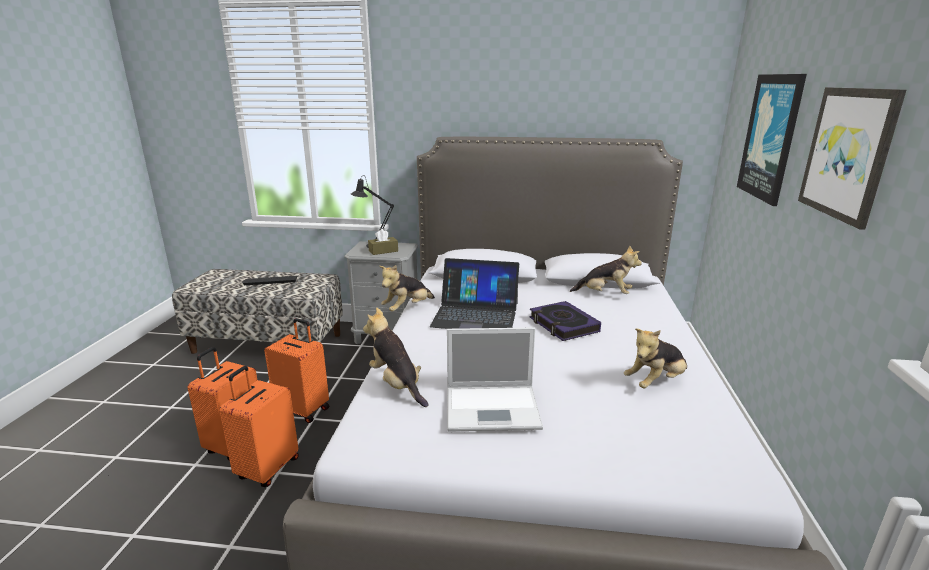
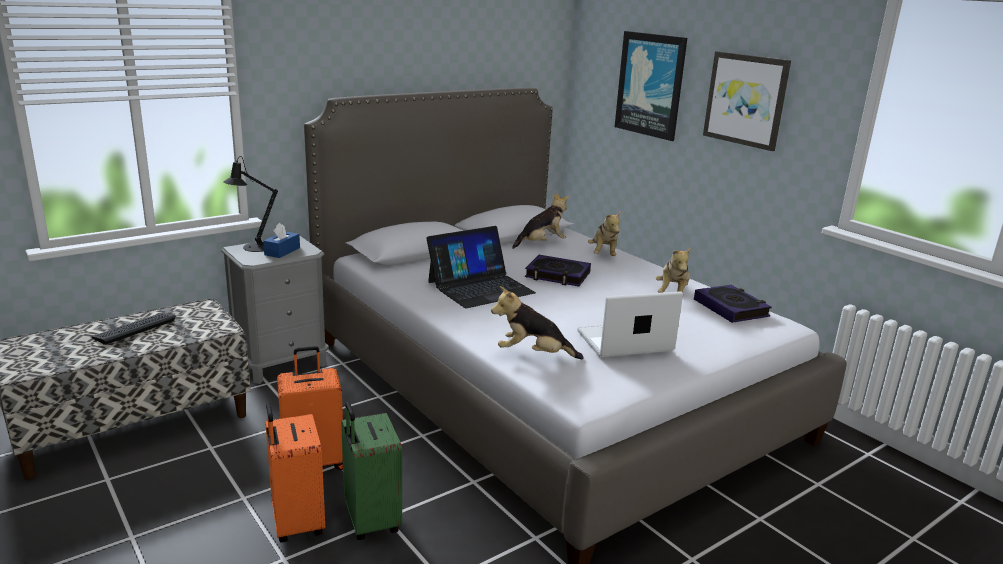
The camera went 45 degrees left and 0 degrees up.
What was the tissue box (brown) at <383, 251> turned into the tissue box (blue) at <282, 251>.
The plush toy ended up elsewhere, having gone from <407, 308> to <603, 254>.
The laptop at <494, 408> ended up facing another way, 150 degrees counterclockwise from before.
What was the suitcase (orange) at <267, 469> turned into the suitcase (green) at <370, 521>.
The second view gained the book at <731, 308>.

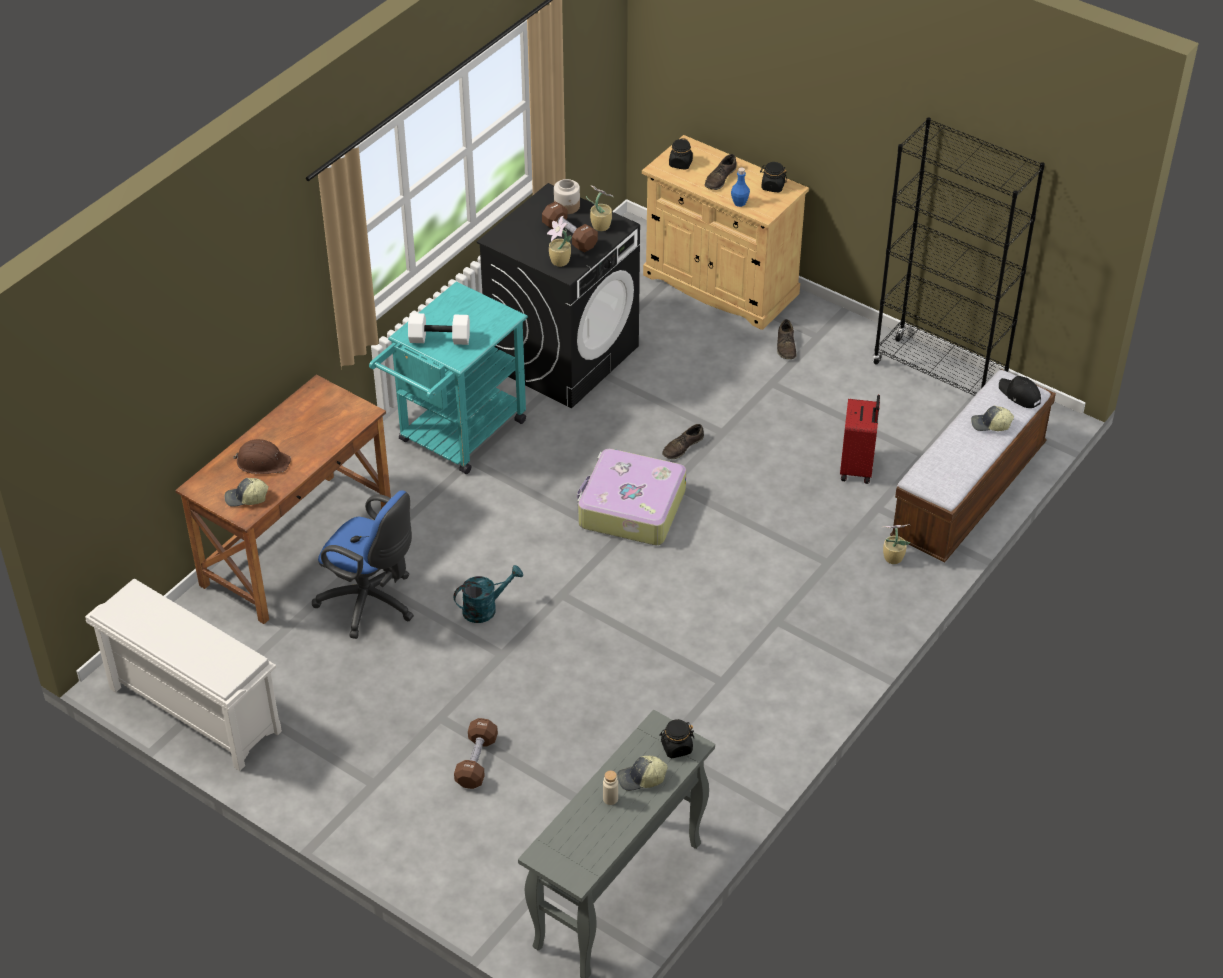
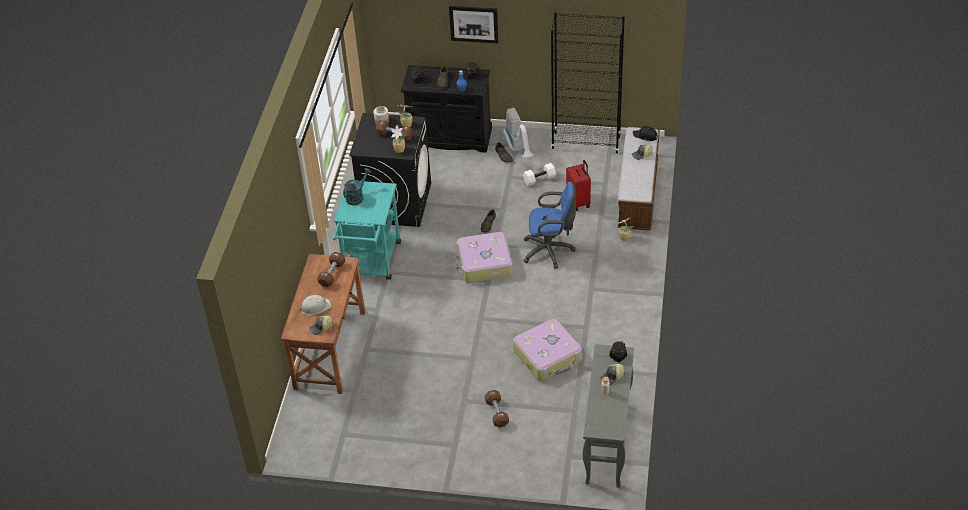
The camera went 25 degrees left and 0 degrees up.
What was the cabinet (beige) at <720, 285> turned into the cabinet (black) at <450, 137>.
The dumbbell (white) ended up elsewhere, having gone from <439, 339> to <539, 180>.
What was the hard hat (brown) at <262, 462> turned into the hard hat (white) at <315, 307>.
The office chair (blue) ended up elsewhere, having gone from <372, 603> to <550, 251>.
The watering can (turquoise) ended up elsewhere, having gone from <485, 608> to <357, 196>.
The second view lost the shoe rack (white) at <192, 710>.
The second view gained the picture at <473, 24>.
The second view gained the vacuum cleaner at <518, 149>.
The second view gained the dumbbell (brown) at <332, 274>.
The second view gained the suitcase at <548, 356>.

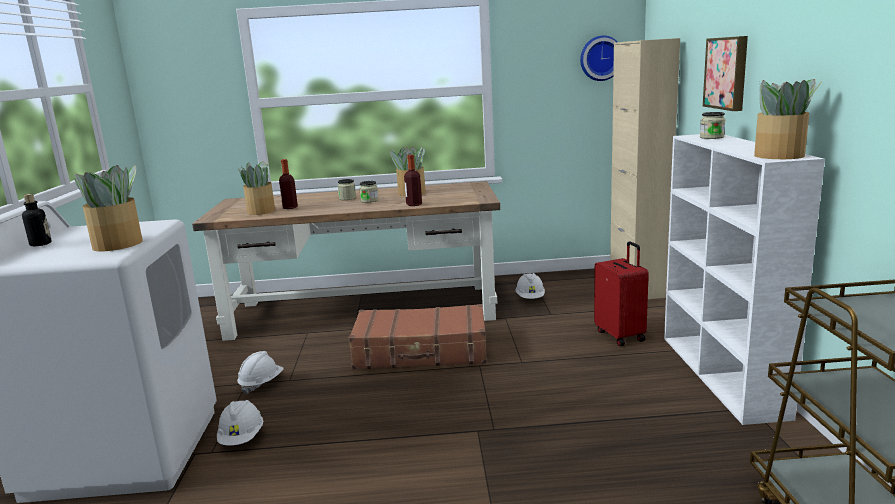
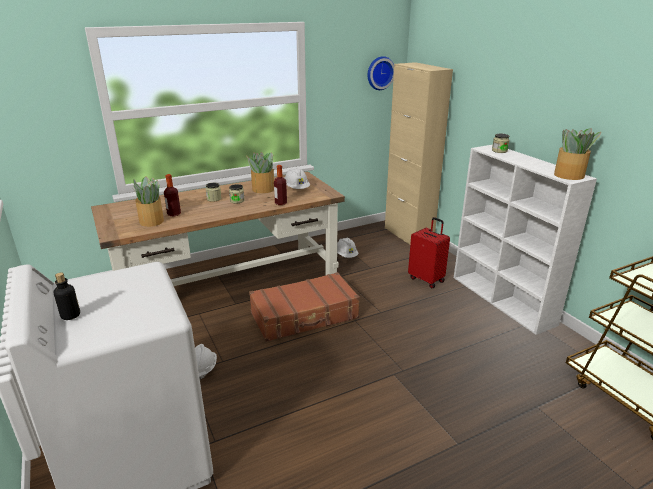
The camera went 25 degrees left and 10 degrees up.
The second view lost the picture at <727, 73>.
The second view lost the potted plant at <119, 244>.
The hard hat (white) ended up elsewhere, having gone from <242, 438> to <296, 189>.

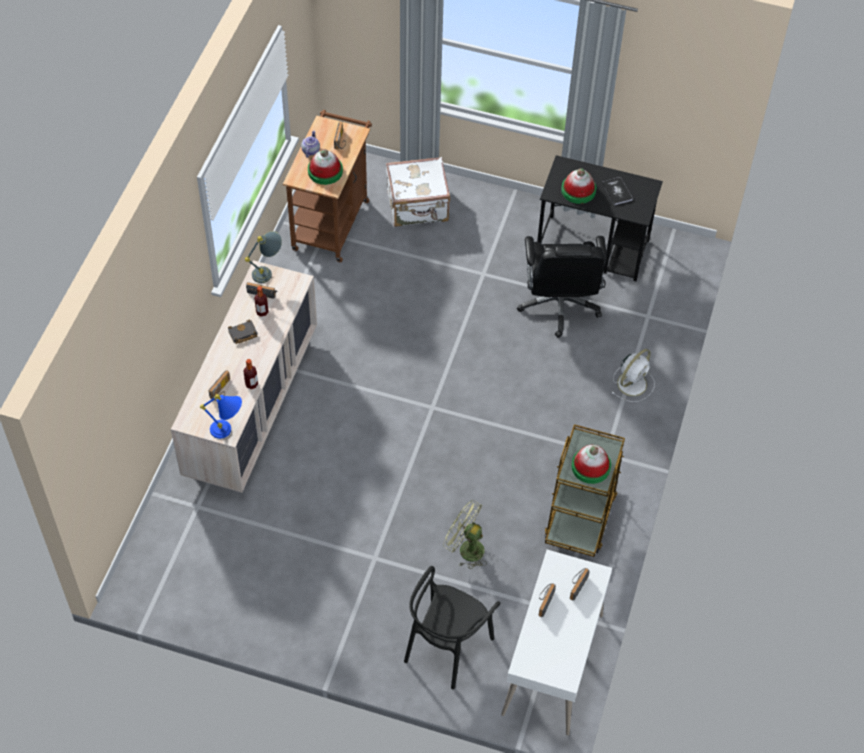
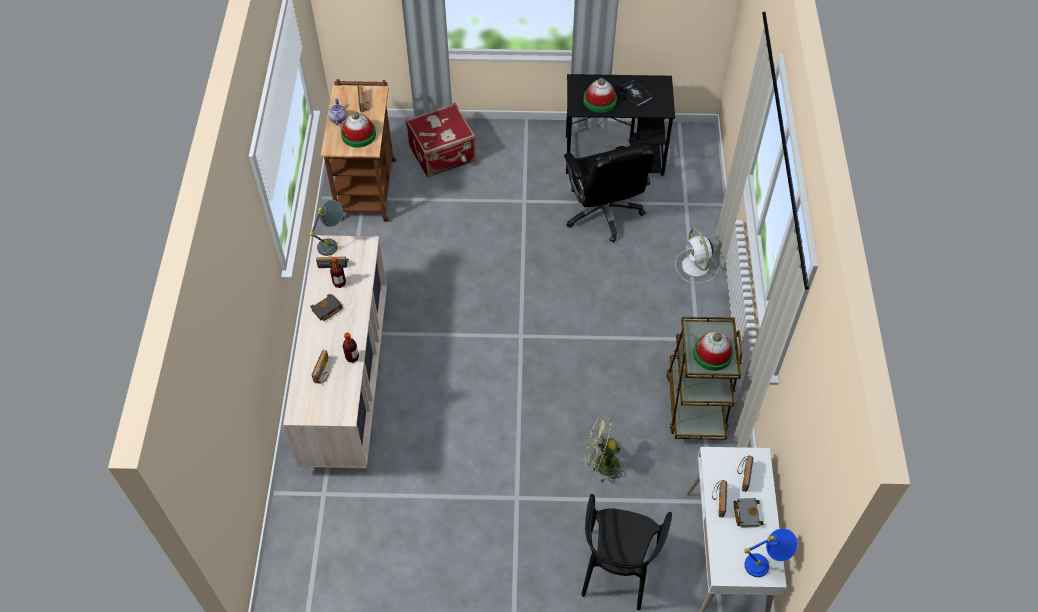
The camera went 15 degrees left and 0 degrees up.
What was the suitcase (white) at <418, 207> turned into the suitcase (red) at <443, 155>.
The fan (white) at <633, 383> ended up facing another way, 135 degrees clockwise from before.
The table lamp (blue) ended up elsewhere, having gone from <228, 431> to <765, 565>.
The second view gained the book (grey) at <746, 513>.

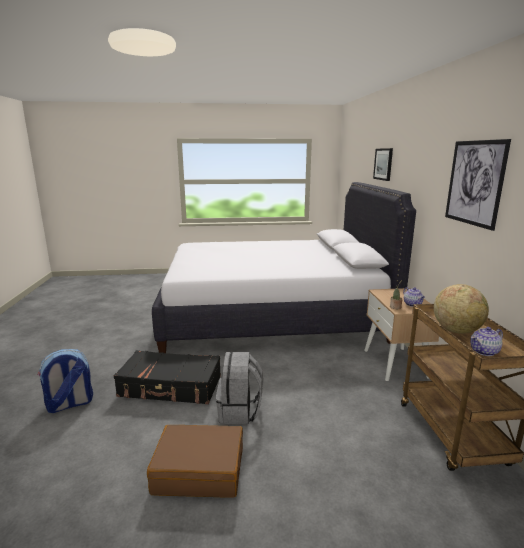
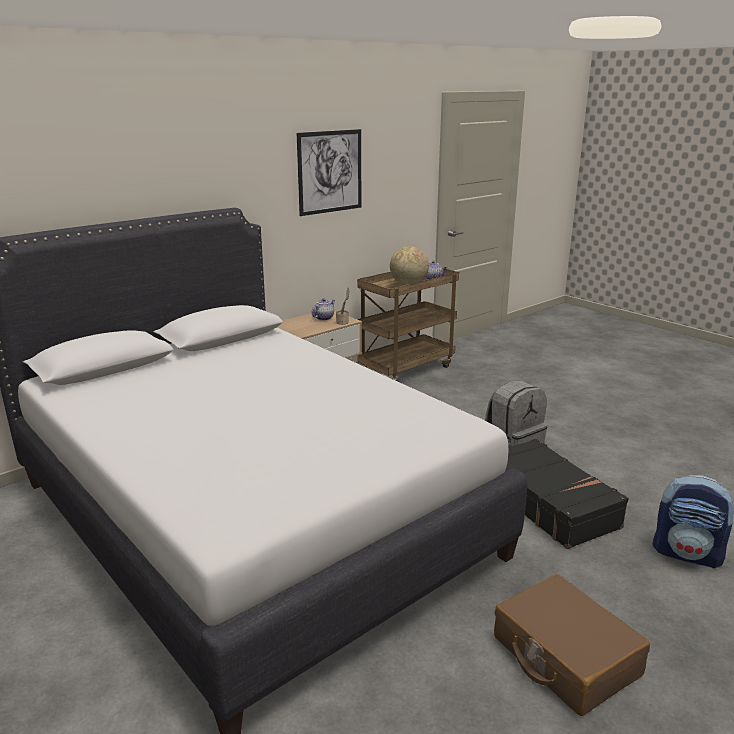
The camera went 125 degrees left and 5 degrees up.
The second view lost the picture at <383, 164>.
The suitcase (brown) ended up elsewhere, having gone from <199, 470> to <565, 656>.

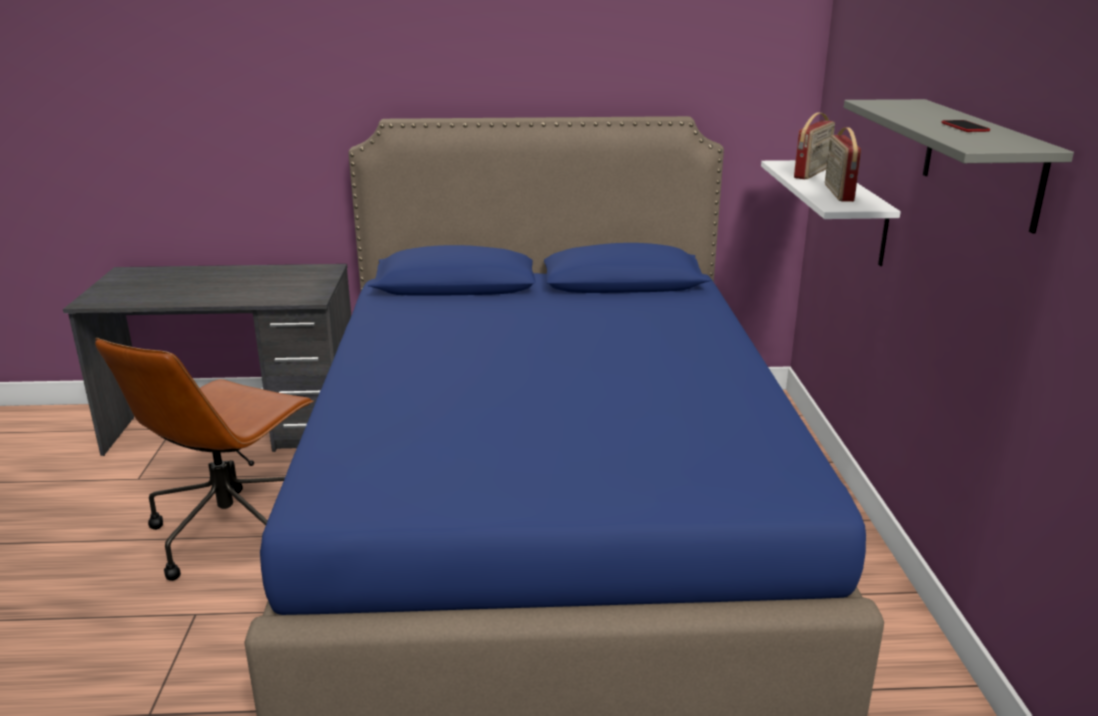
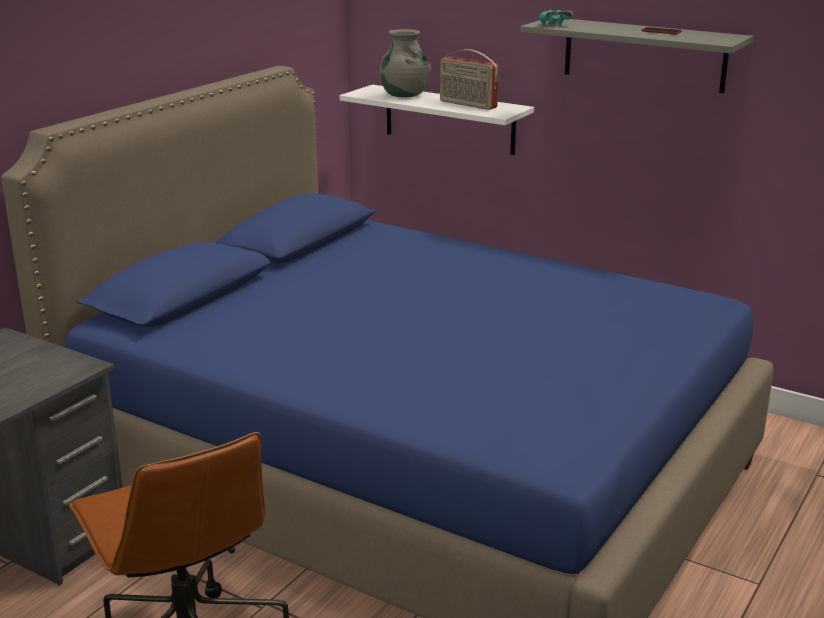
The camera went 55 degrees left and 0 degrees up.
Where the radio stood at <812, 173>, the vase (grey) came to stand at <404, 95>.
The second view gained the game controller (turquoise) at <554, 25>.

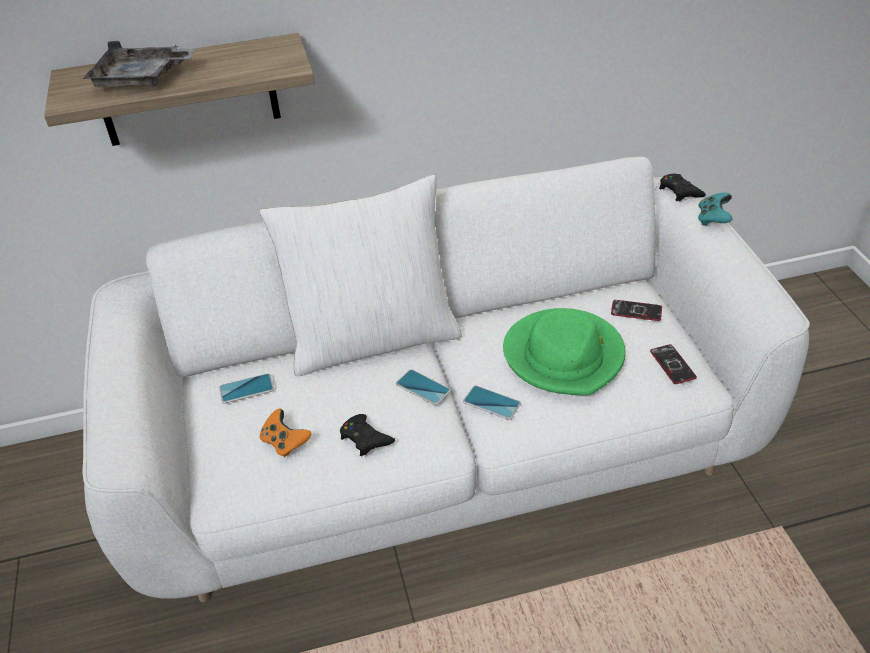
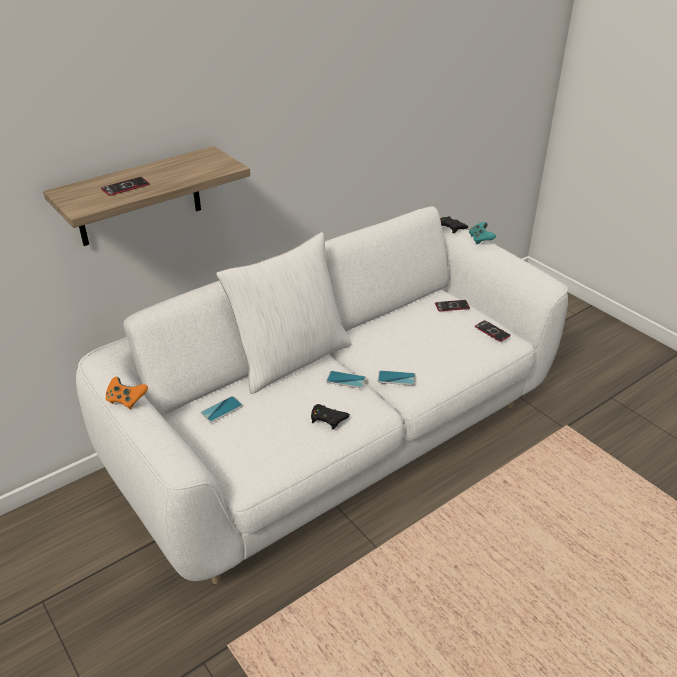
The camera went 25 degrees left and 5 degrees down.
Where the tray (grey) stood at <141, 79>, the phone came to stand at <125, 187>.
The second view lost the hat (green) at <564, 355>.
The game controller (orange) ended up elsewhere, having gone from <285, 442> to <126, 400>.

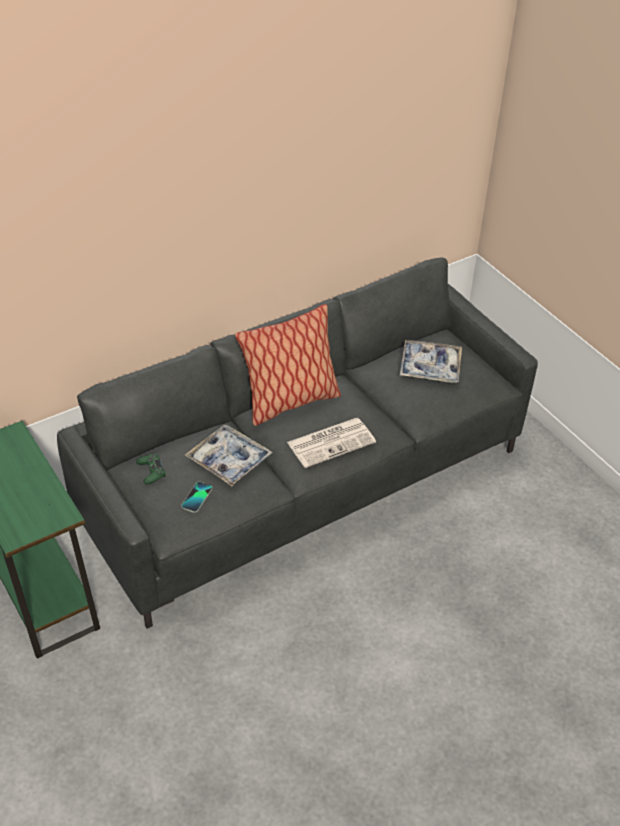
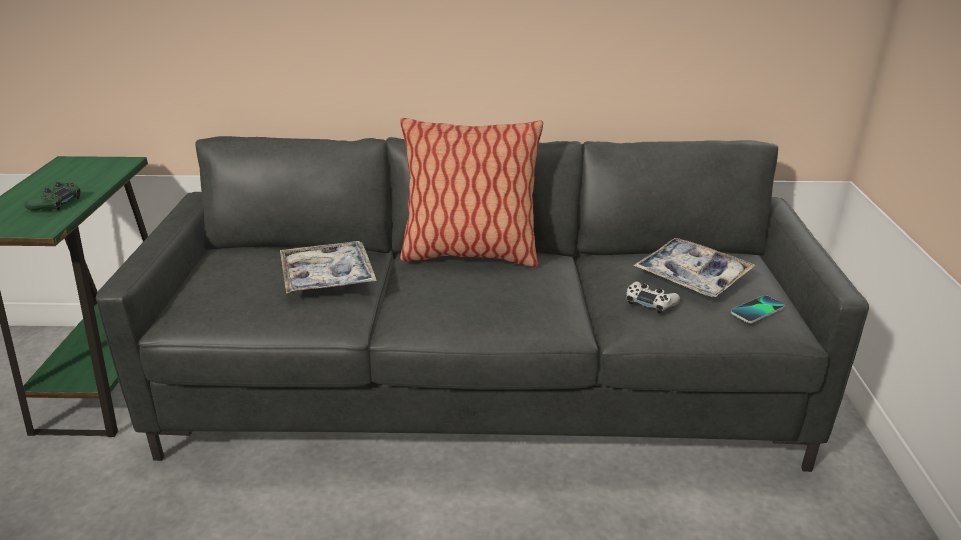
The camera went 35 degrees right and 15 degrees down.
The second view lost the newspaper at <332, 442>.
The game controller (green) ended up elsewhere, having gone from <151, 472> to <56, 203>.
The phone ended up elsewhere, having gone from <197, 497> to <757, 310>.
The second view gained the game controller (white) at <650, 302>.

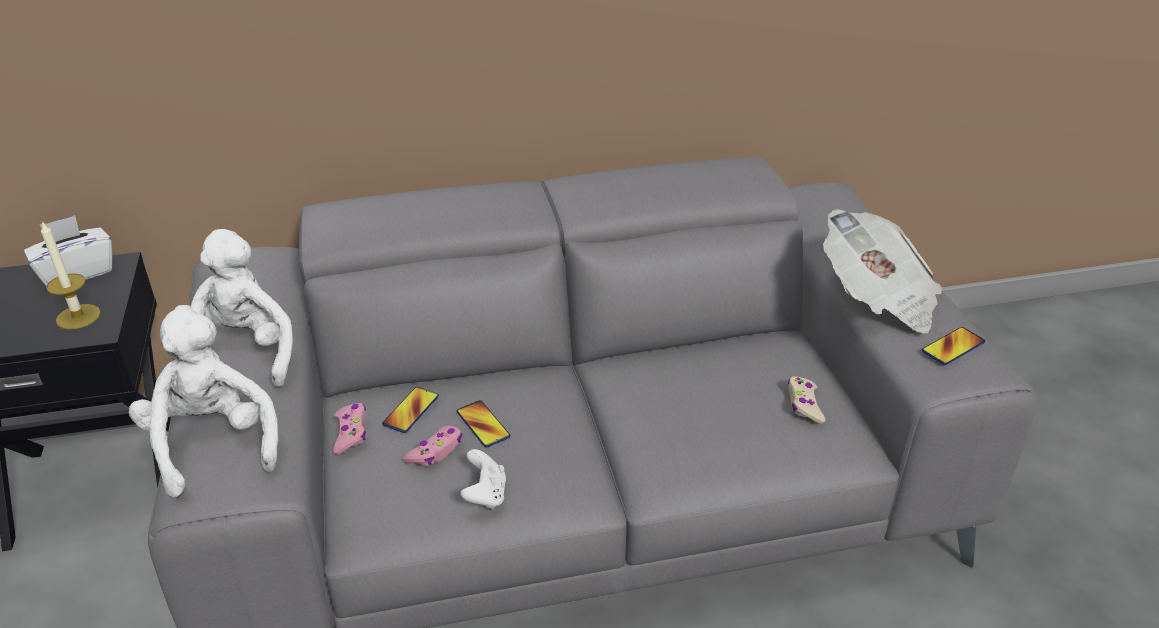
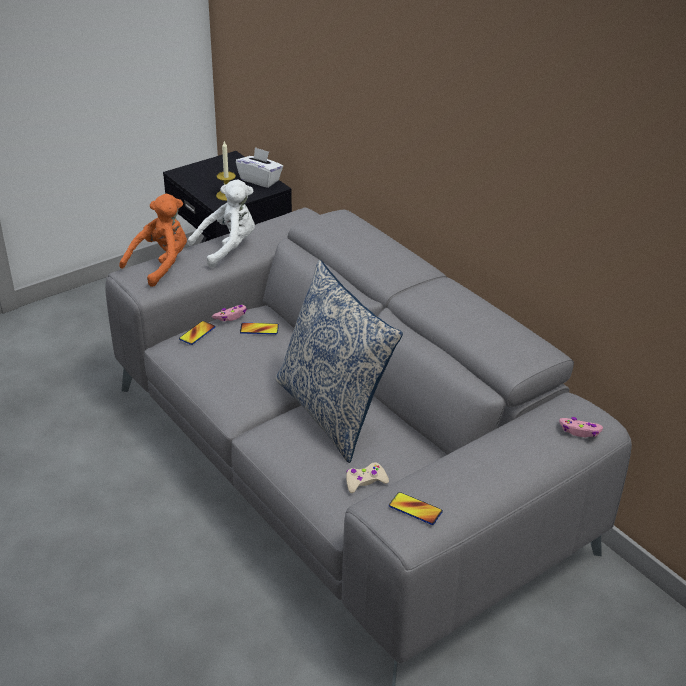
The camera went 65 degrees right and 0 degrees up.
The second view lost the newspaper at <878, 298>.
What was the plush toy (white) at <213, 443> turned into the plush toy (orange) at <161, 265>.
The phone ended up elsewhere, having gone from <483, 425> to <197, 333>.
The game controller (pink) ended up elsewhere, having gone from <436, 451> to <580, 431>.
The second view lost the game controller (white) at <485, 495>.
The second view gained the pillow at <332, 411>.

